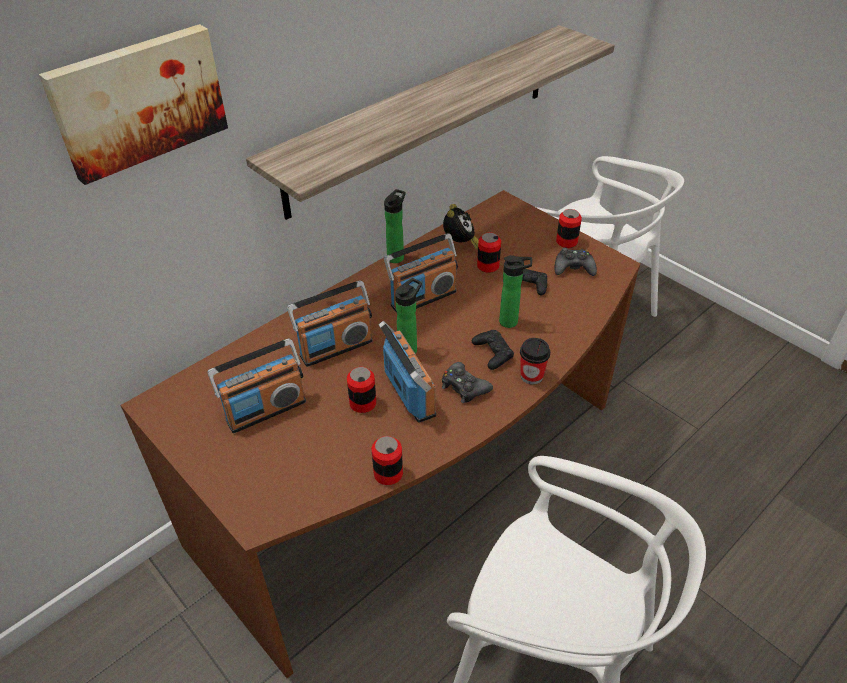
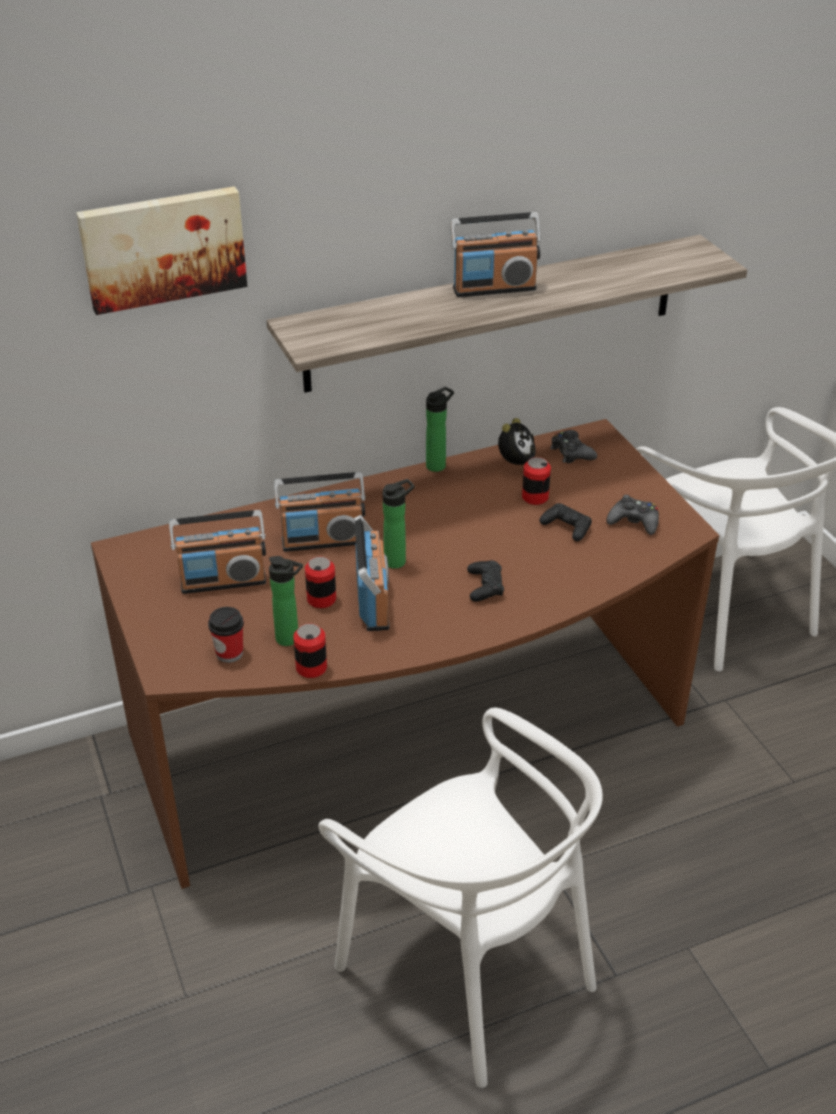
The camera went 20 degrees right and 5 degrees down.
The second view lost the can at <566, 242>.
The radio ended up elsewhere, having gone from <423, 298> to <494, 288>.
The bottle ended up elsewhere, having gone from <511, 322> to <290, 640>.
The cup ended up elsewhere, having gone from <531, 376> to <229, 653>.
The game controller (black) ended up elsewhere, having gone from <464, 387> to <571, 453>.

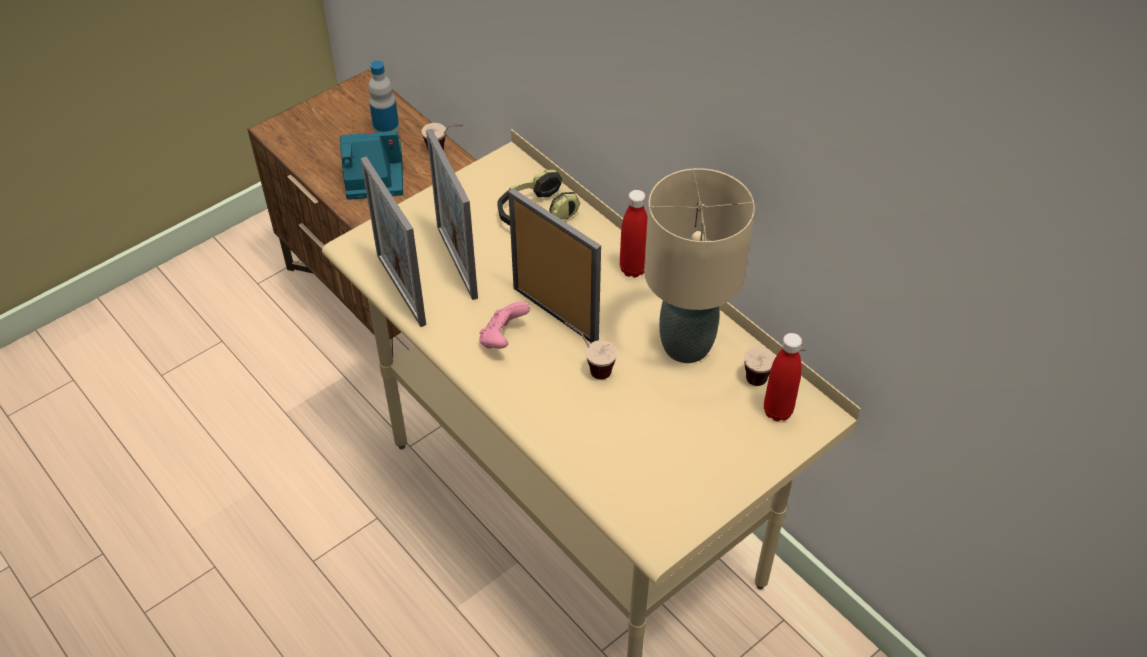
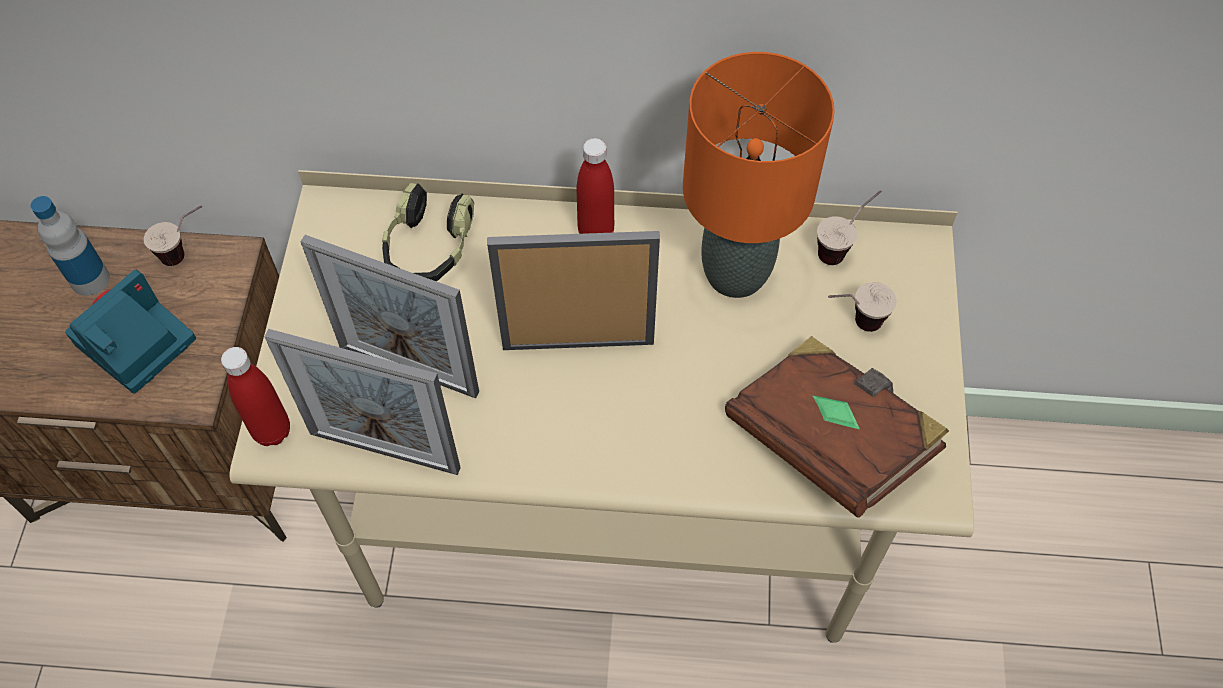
The camera went 45 degrees left and 10 degrees up.
What was the table lamp (beige) at <685, 345> turned into the table lamp (orange) at <734, 273>.
The second view lost the game controller (pink) at <503, 338>.
The cup ended up elsewhere, having gone from <589, 367> to <853, 324>.
The bottle (red) ended up elsewhere, having gone from <777, 411> to <272, 431>.
The second view gained the book (brown) at <829, 439>.

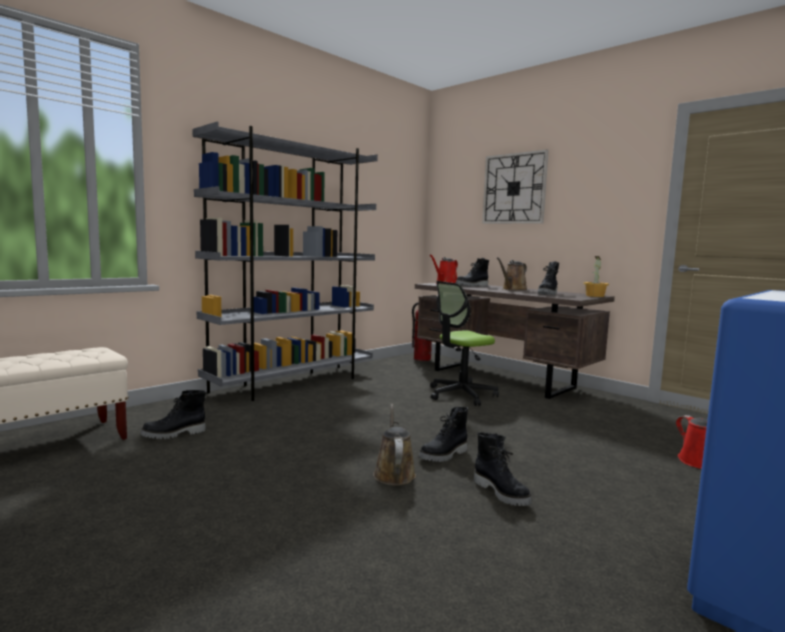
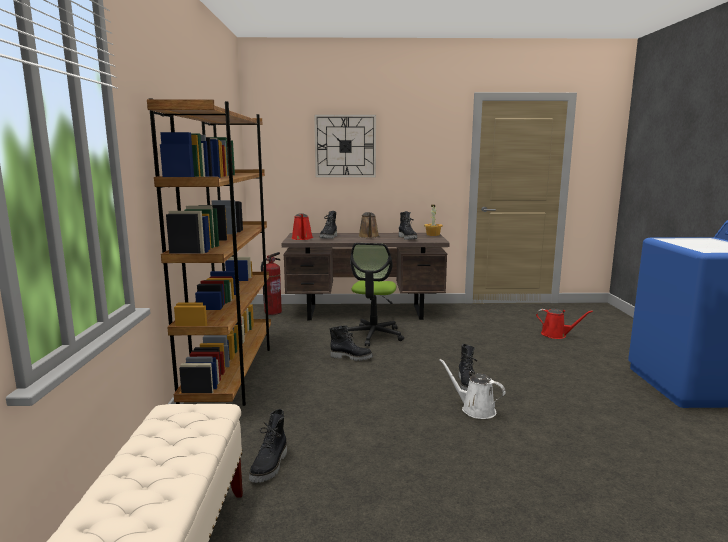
The camera went 45 degrees left and 5 degrees up.
What was the bookcase (grey) at <293, 383> turned into the bookcase (brown) at <232, 374>.
What was the watering can (brown) at <393, 473> turned into the watering can (white) at <475, 409>.
The boot (black) ended up elsewhere, having gone from <502, 493> to <351, 357>.

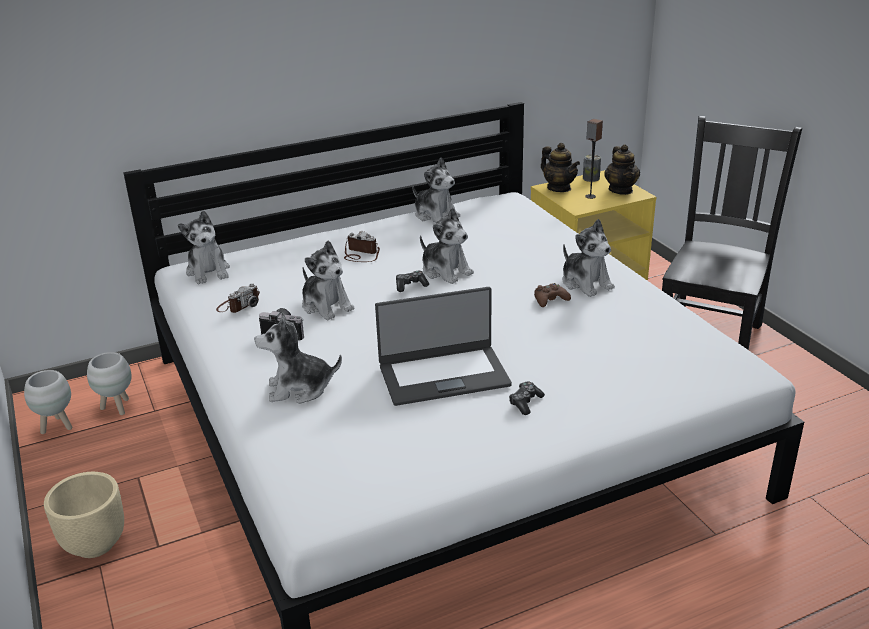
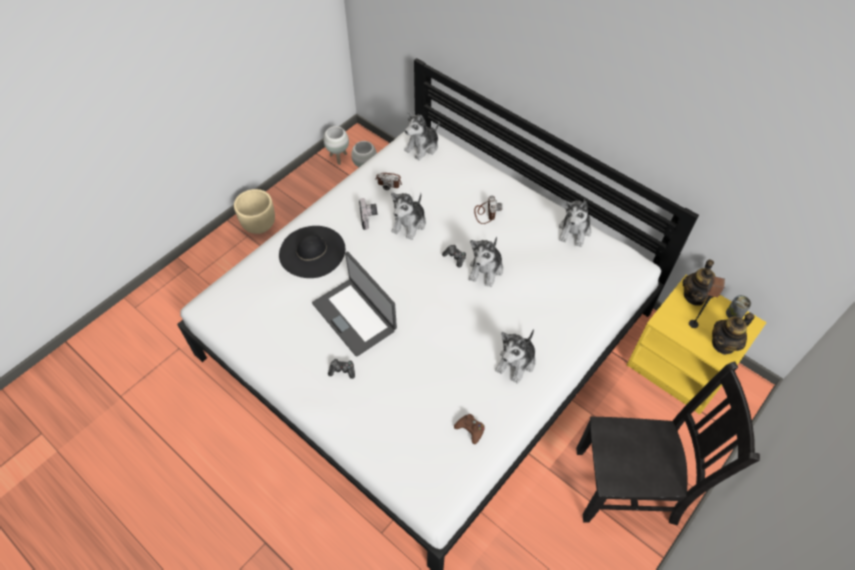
The camera went 65 degrees right and 25 degrees up.
The game controller (brown) ended up elsewhere, having gone from <550, 300> to <470, 429>.
Where the plush toy stood at <299, 389>, the hat (black) came to stand at <312, 252>.

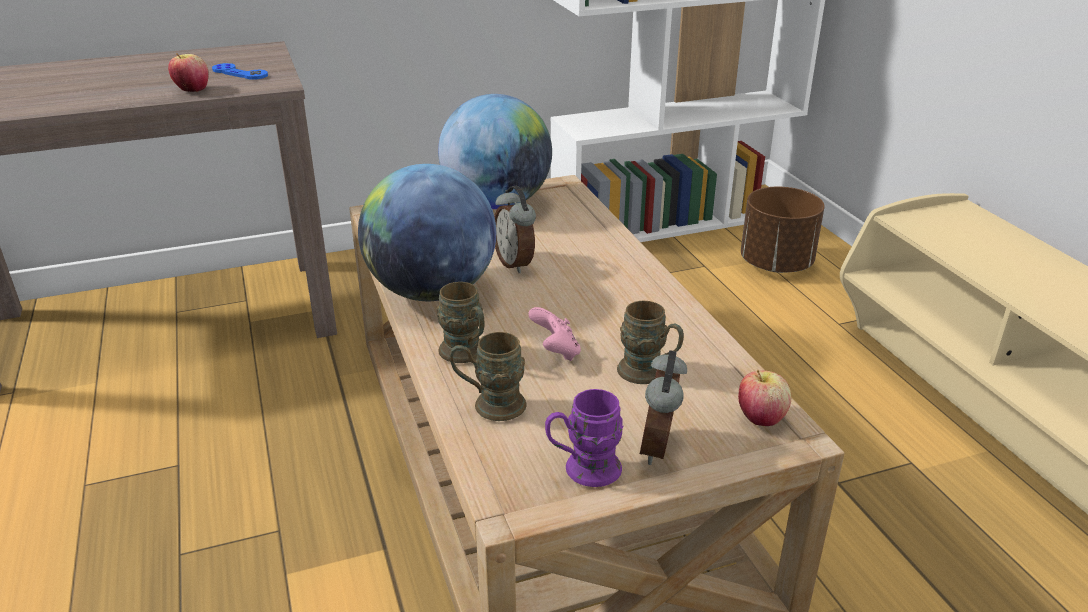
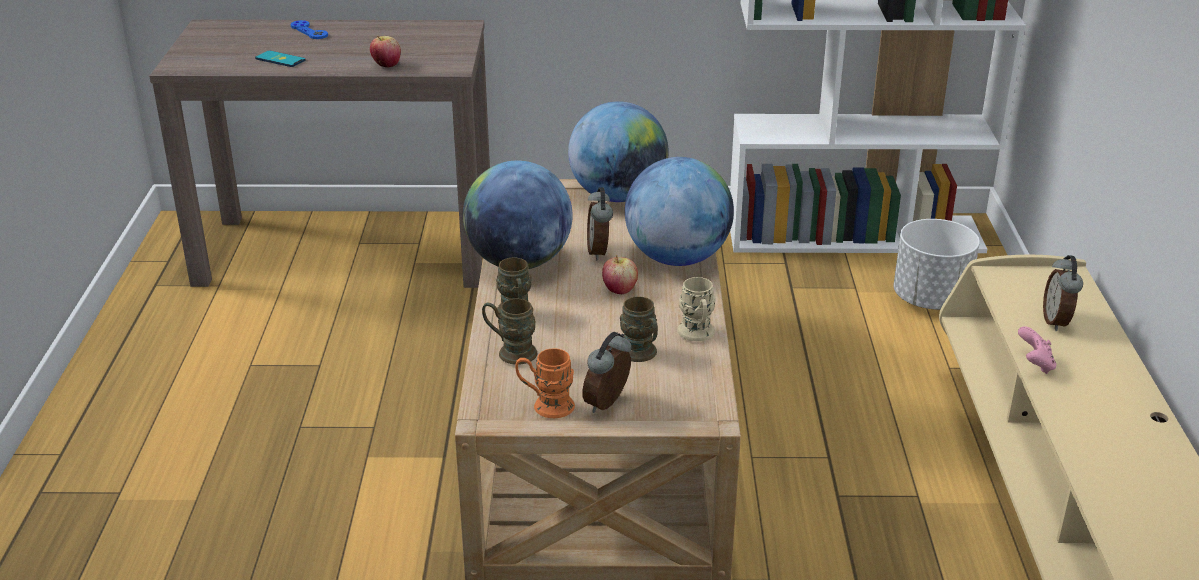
The camera went 20 degrees right and 0 degrees up.
The game controller (blue) ended up elsewhere, having gone from <240, 73> to <309, 31>.
What was the planter (brown) at <775, 264> turned into the planter (white) at <929, 299>.
The game controller (pink) ended up elsewhere, having gone from <555, 352> to <1035, 364>.
The apple ended up elsewhere, having gone from <760, 418> to <619, 290>.
What was the mug (purple) at <583, 470> turned into the mug (orange) at <546, 406>.
The second view gained the phone at <280, 59>.
The second view gained the globe at <677, 258>.
The second view gained the alarm clock at <1057, 322>.
The second view gained the mug (beige) at <697, 335>.

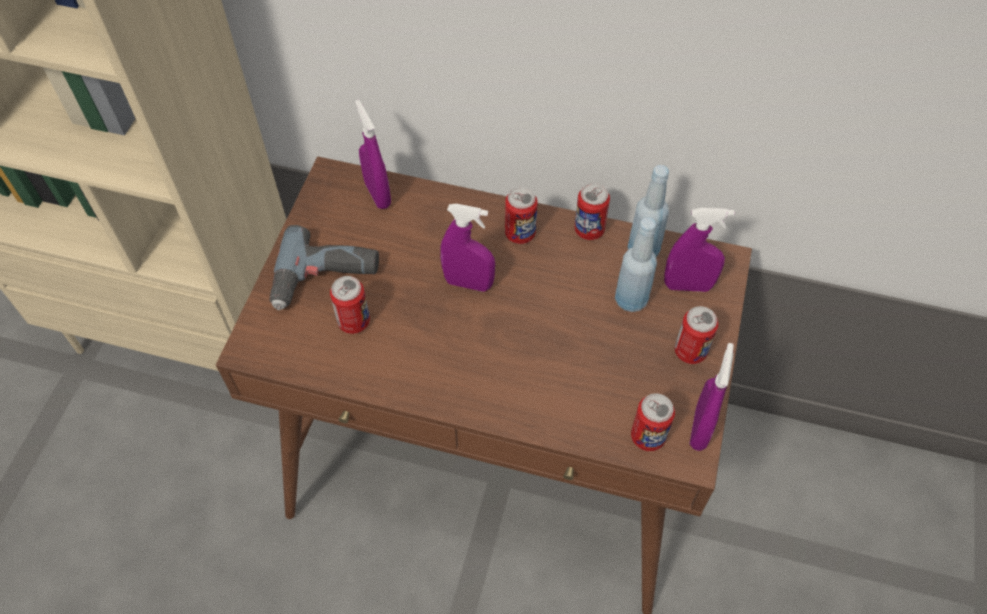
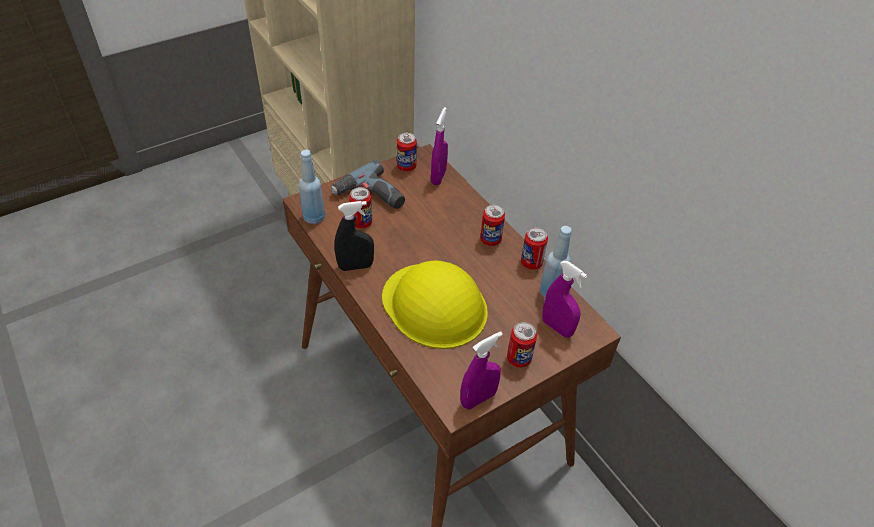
The camera went 40 degrees right and 10 degrees down.
The second view lost the spray bottle (purple) at <468, 283>.
The bottle (blue) ended up elsewhere, having gone from <630, 300> to <314, 217>.
The can ended up elsewhere, having gone from <647, 437> to <406, 167>.
The second view gained the spray bottle (black) at <355, 266>.
The second view gained the hard hat (yellow) at <434, 305>.

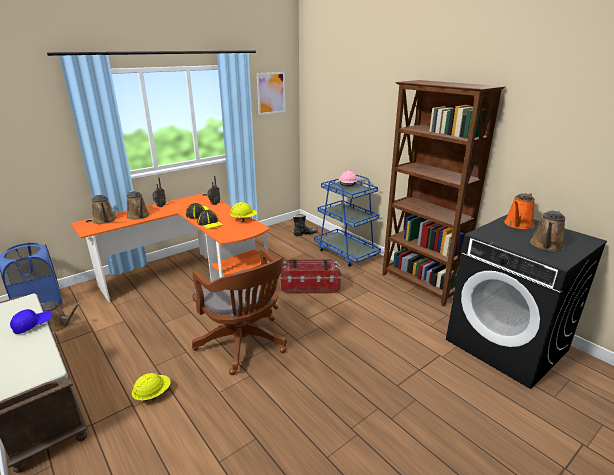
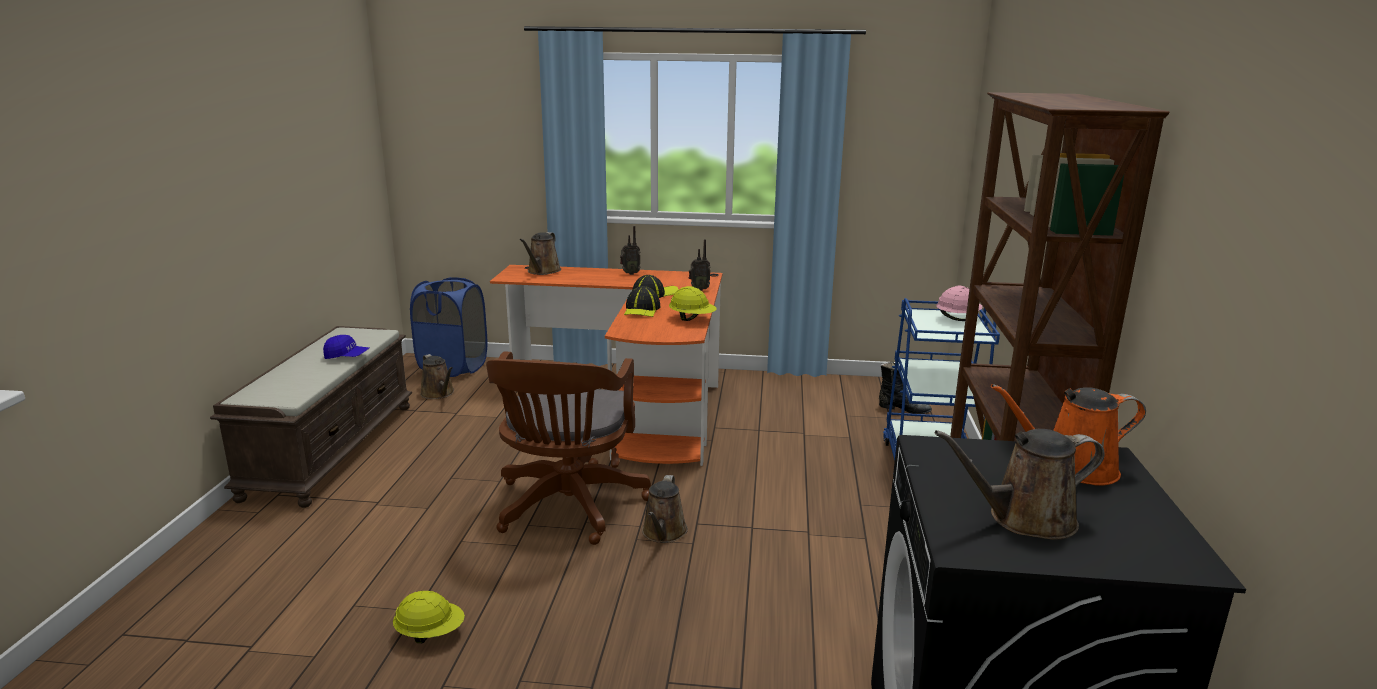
The camera went 45 degrees right and 5 degrees down.
The second view lost the picture at <271, 93>.
The watering can (brown) ended up elsewhere, having gone from <139, 216> to <663, 533>.
The second view lost the storage box at <310, 286>.
The hard hat (yellow) ended up elsewhere, having gone from <153, 394> to <430, 633>.

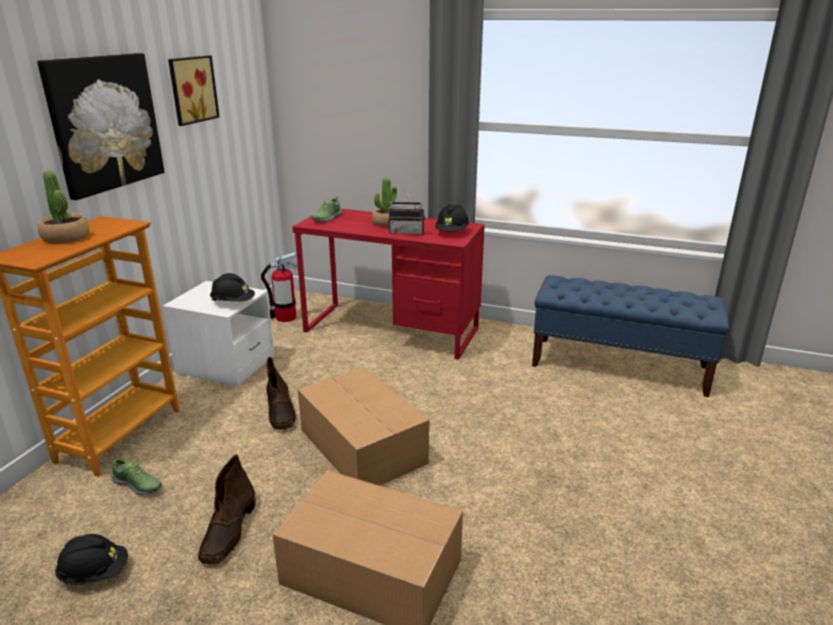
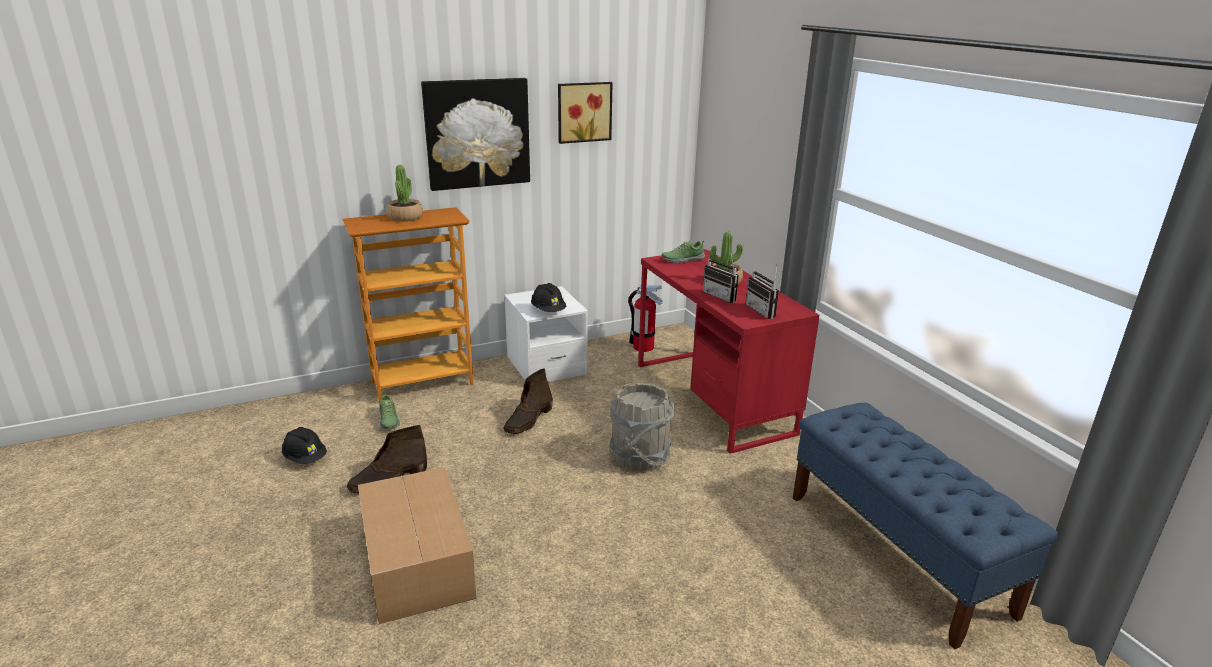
The camera went 45 degrees right and 0 degrees up.
Where the hard hat (black) stood at <452, 232>, the radio came to stand at <764, 311>.
The second view lost the cardboard box at <362, 444>.
The second view gained the bucket (grey) at <640, 457>.

